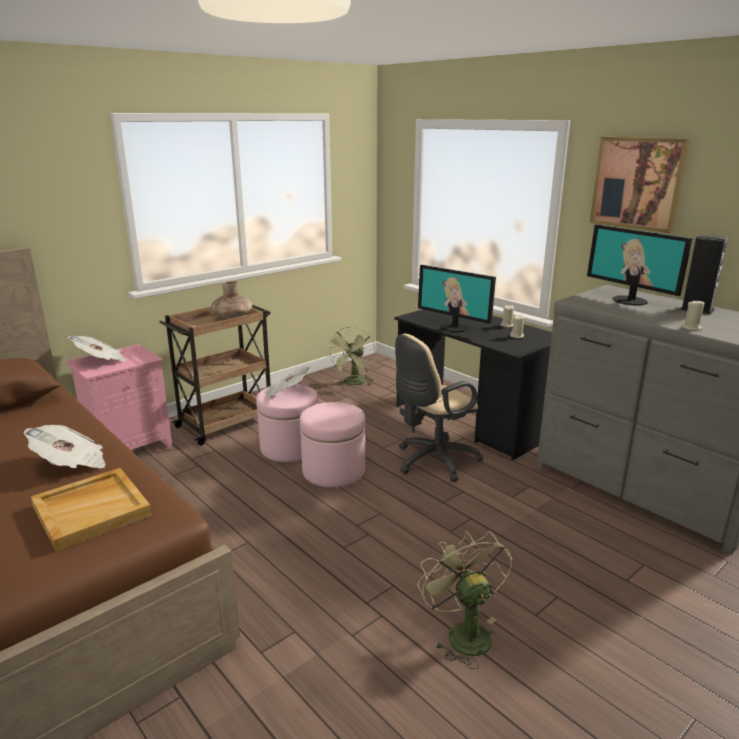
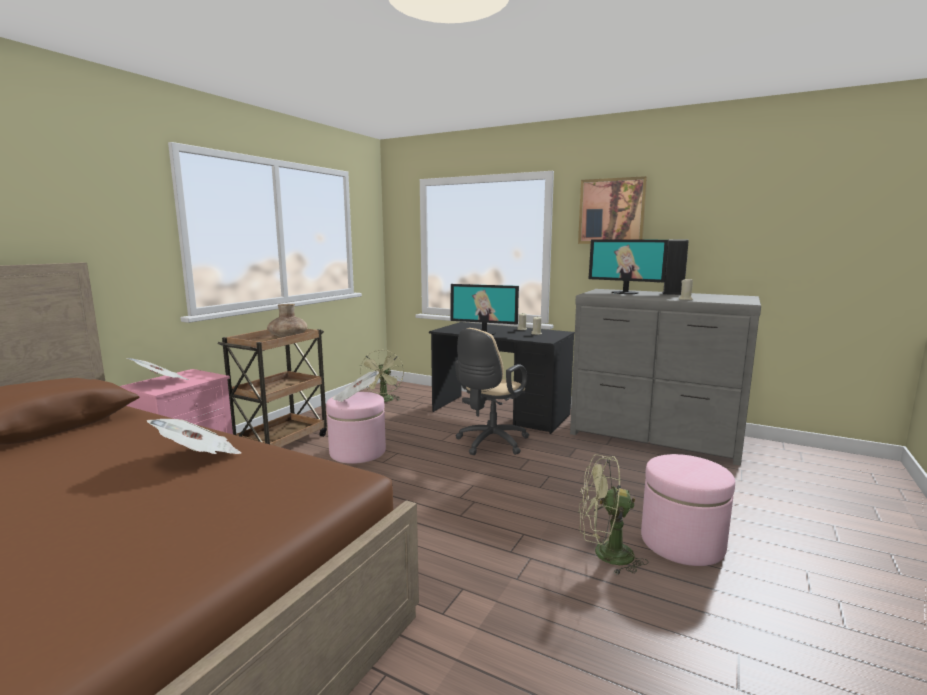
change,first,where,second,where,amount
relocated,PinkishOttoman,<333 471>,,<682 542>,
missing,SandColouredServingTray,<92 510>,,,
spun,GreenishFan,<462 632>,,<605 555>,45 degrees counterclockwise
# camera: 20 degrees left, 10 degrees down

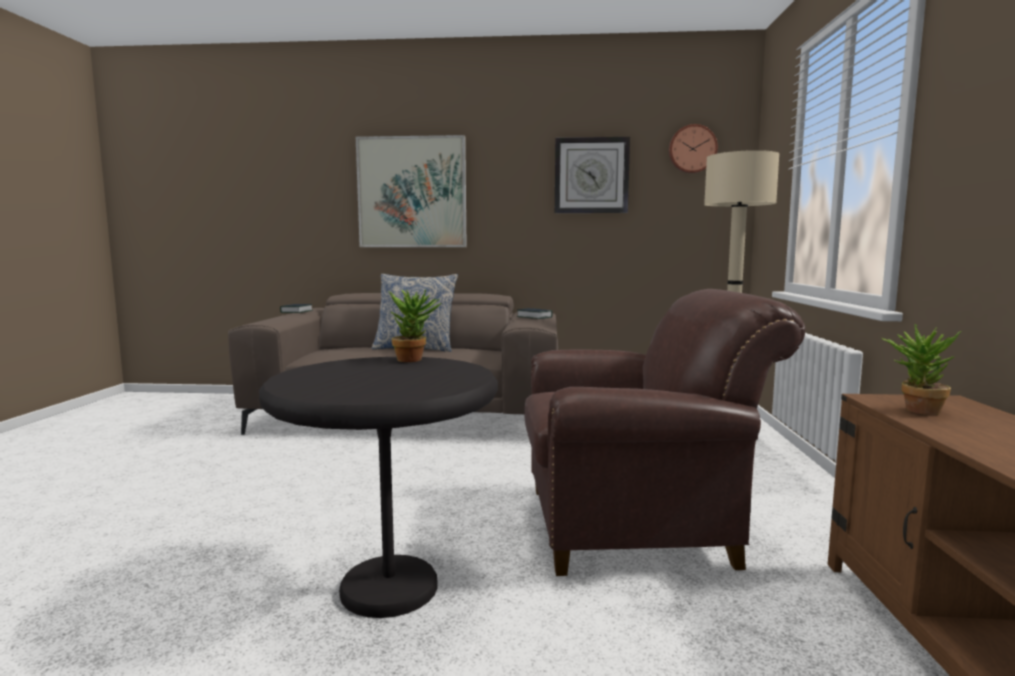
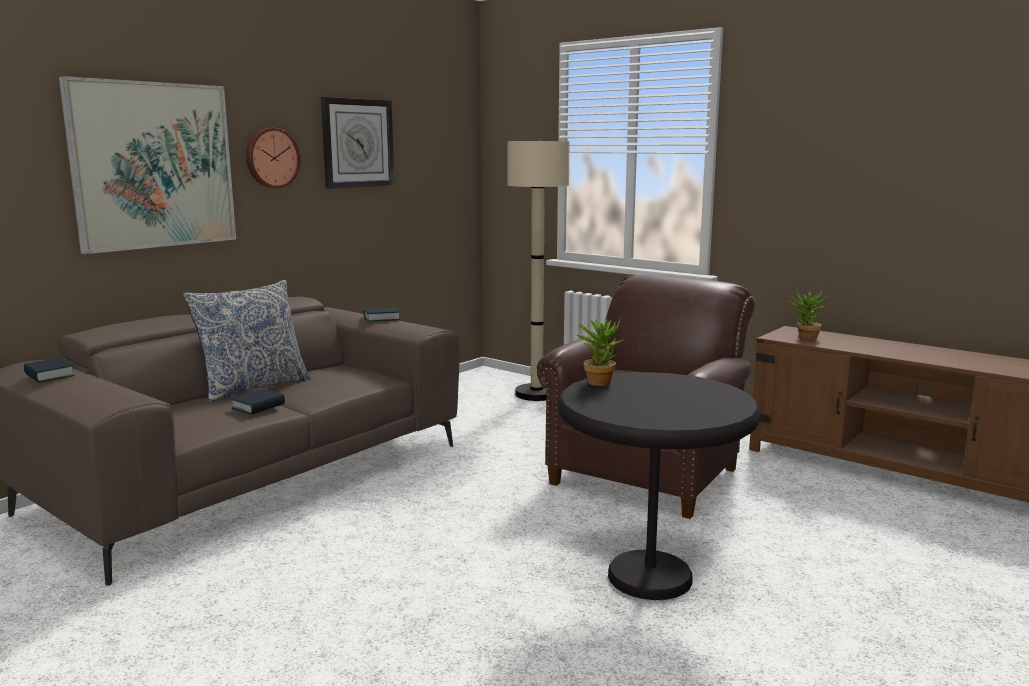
change,first,where,second,where,amount
relocated,ClockOnTheWall,<692 149>,,<271 158>,
appeared,,,Book,<258 406>,
# camera: 55 degrees left, 5 degrees up

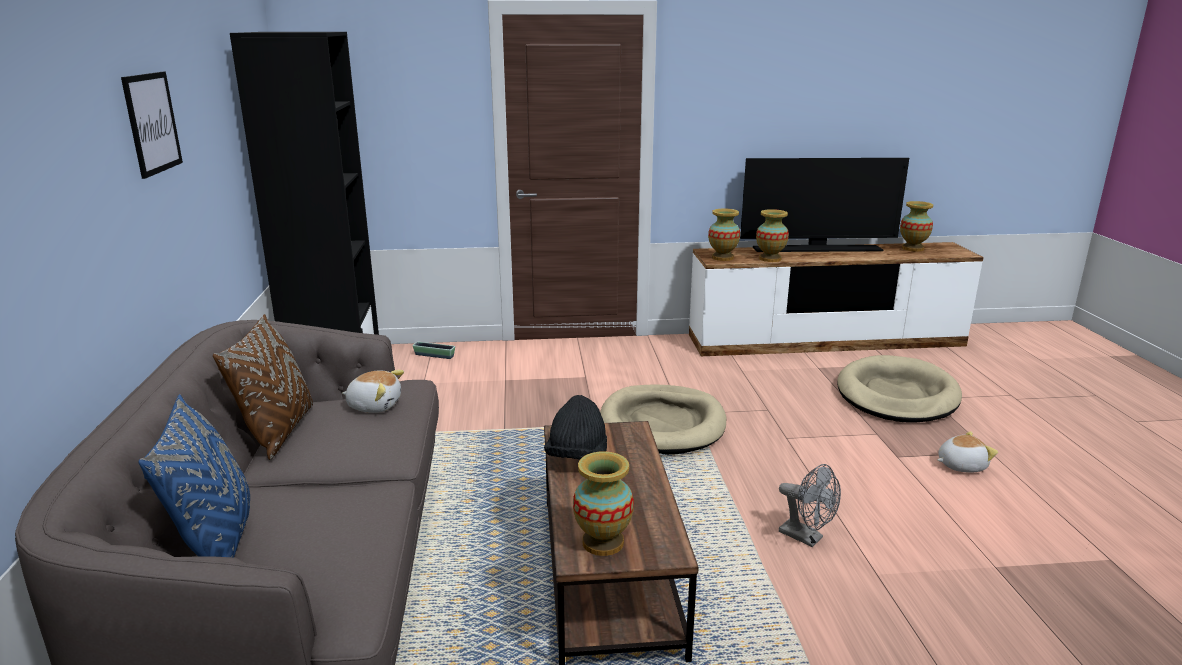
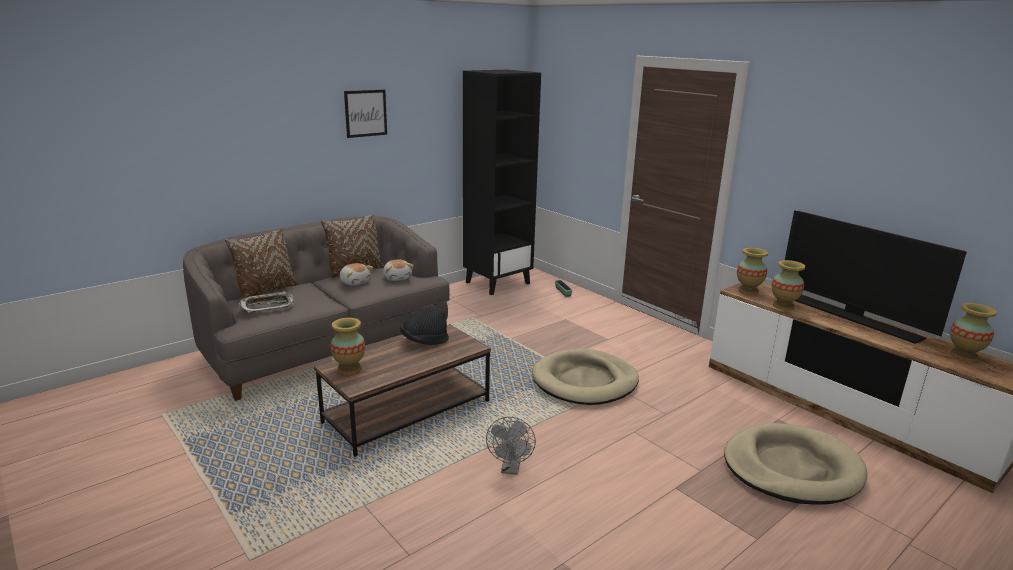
change,first,where,second,where,amount
colour,BluishPillow,<217 540>,BrownishPillow,<266 291>,
relocated,CuddlyToy,<960 465>,,<355 282>,
appeared,,,ServingTray,<267 306>,
# camera: 55 degrees right, 0 degrees up

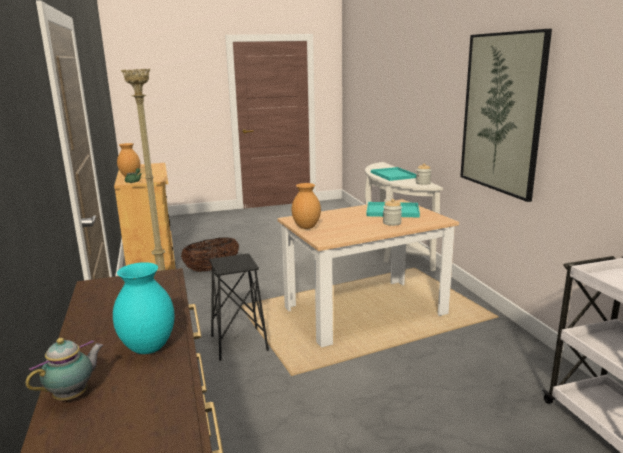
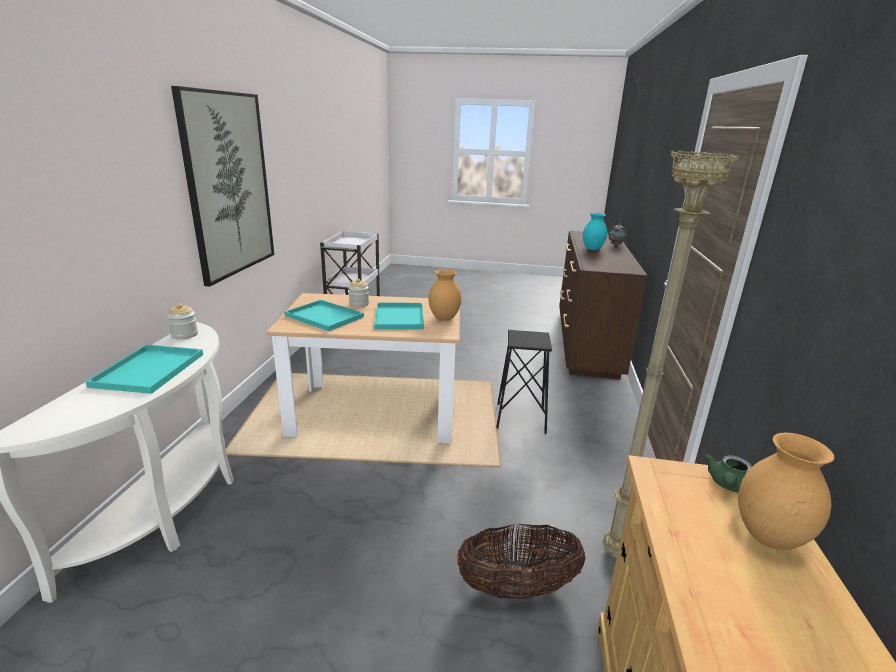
change,first,where,second,where,amount
appeared,,,TurquoiseColouredServingTray,<400 317>,
# camera: 155 degrees left, 5 degrees up

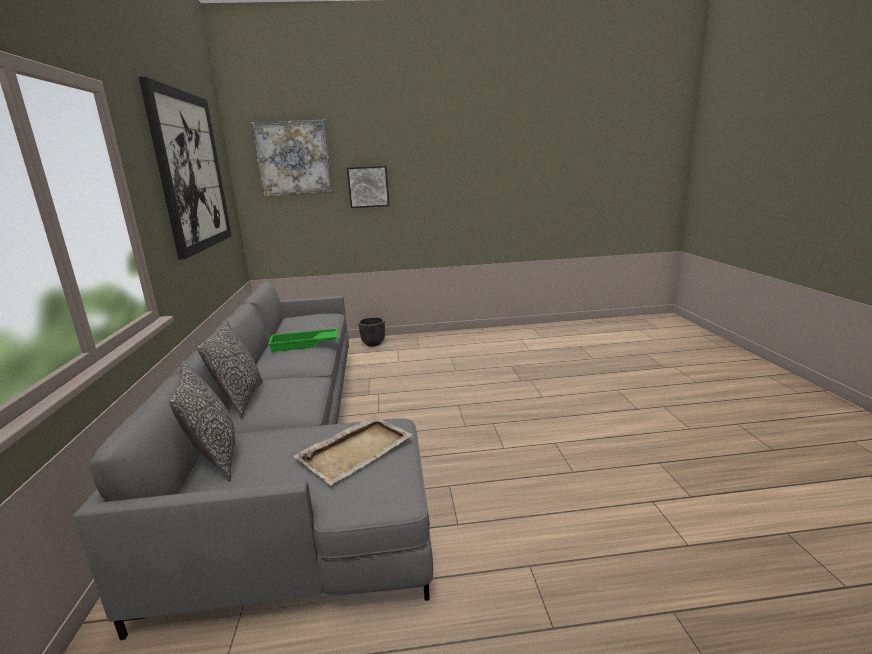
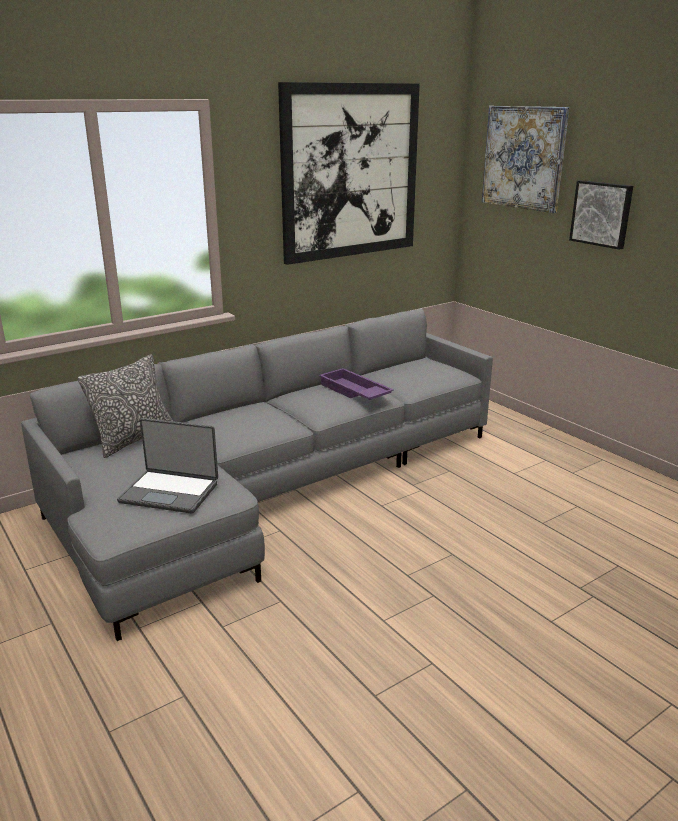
change,first,where,second,where,amount
missing,BlackishPlantPot,<373 343>,,,
missing,Pillow,<240 399>,,,
colour,GreenishServingTray,<304 344>,PurpleServingTray,<353 392>,
exchanged,SandColouredServingTray,<356 450>,Laptop,<170 492>,
# camera: 60 degrees right, 5 degrees up

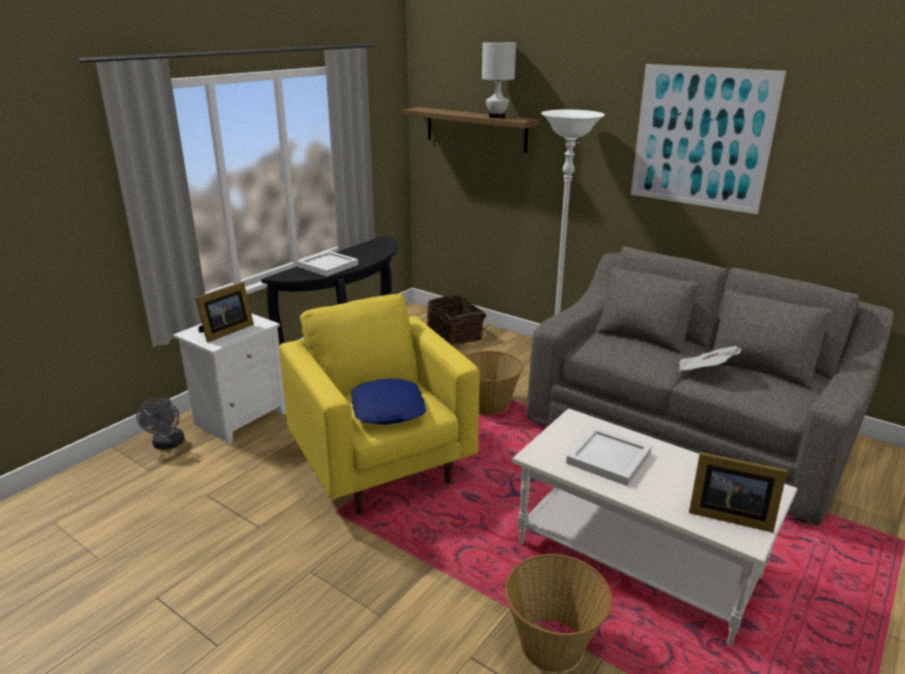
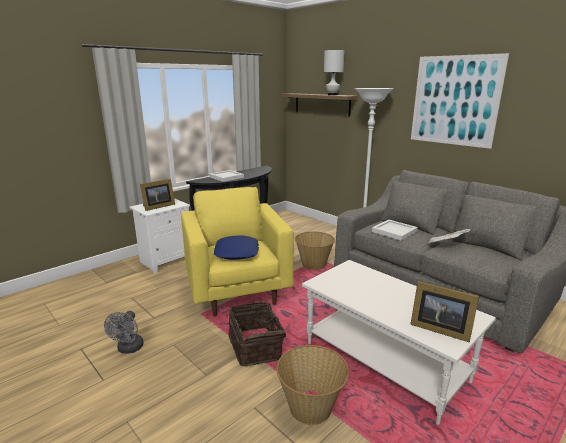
change,first,where,second,where,amount
relocated,HouseholdBasket,<455 334>,,<256 346>,
relocated,GreyishFan,<167 444>,,<129 349>,
relocated,WhiteColouredServingTray,<607 458>,,<393 231>,
# camera: 10 degrees right, 5 degrees down

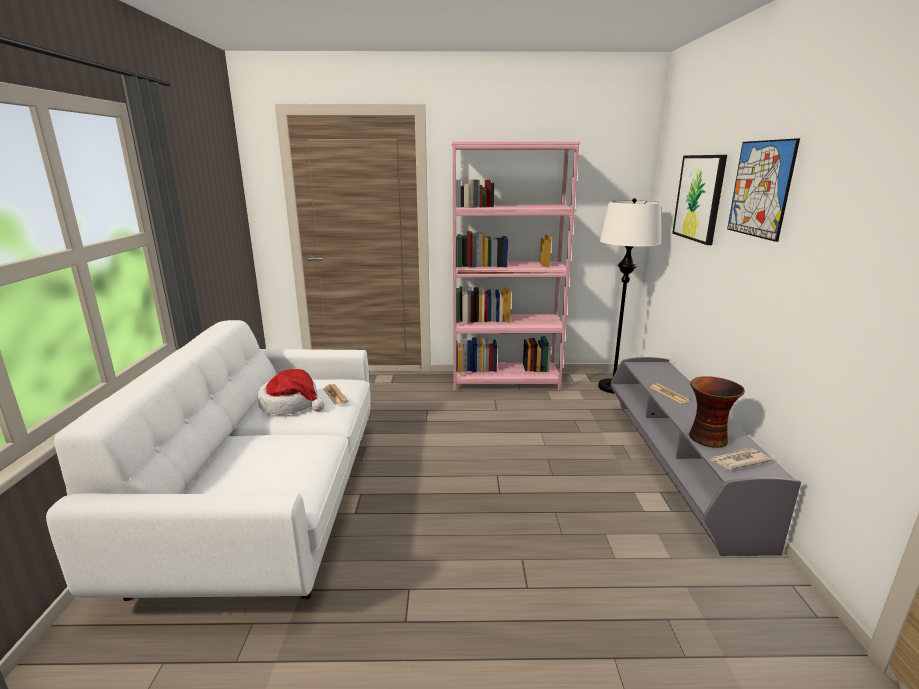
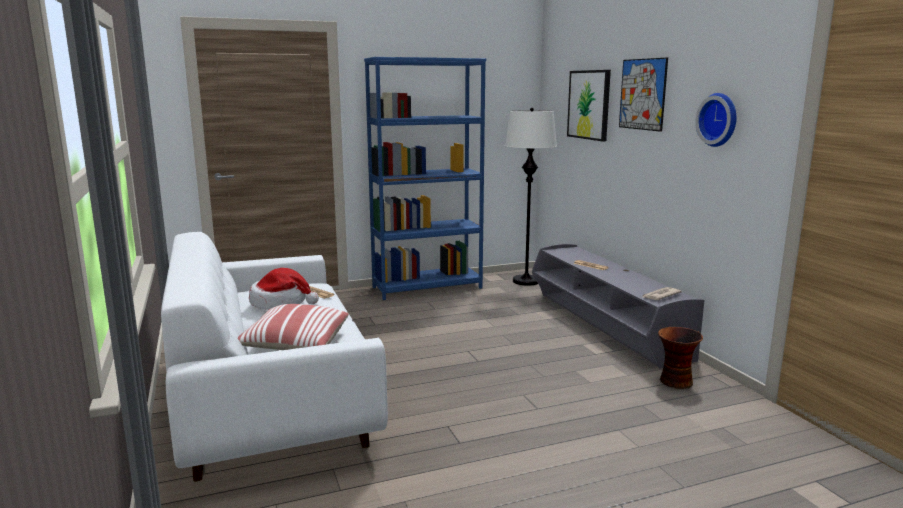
change,first,where,second,where,amount
colour,PinkishBookcase,<505 381>,BluishBookcase,<427 287>,
relocated,FlowerVase,<706 438>,,<675 382>,
appeared,,,ClockOnTheWall,<719 119>,
appeared,,,Pillow,<294 344>,
# camera: 20 degrees left, 5 degrees down

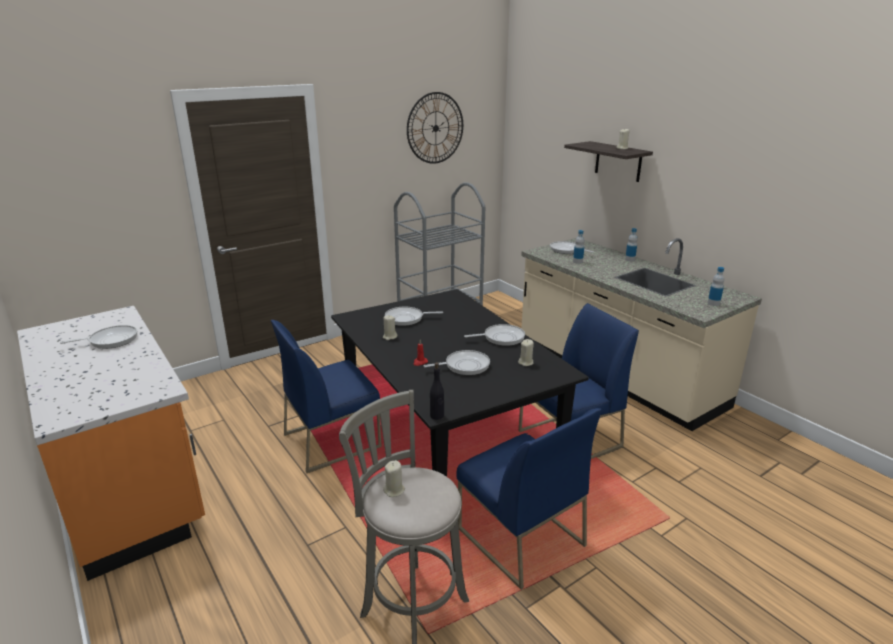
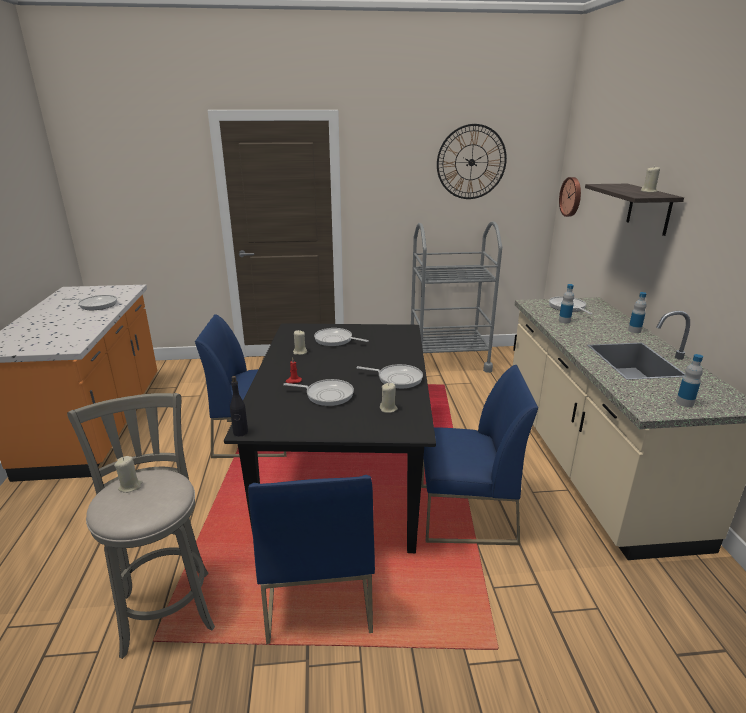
change,first,where,second,where,amount
appeared,,,ClockOnTheWall,<571 197>,
# camera: 30 degrees right, 0 degrees up

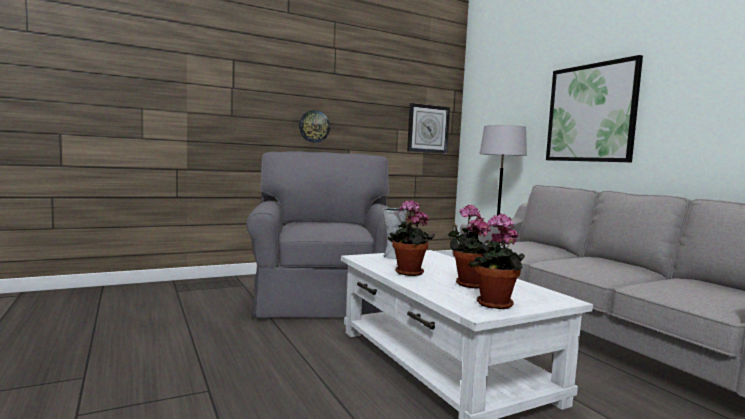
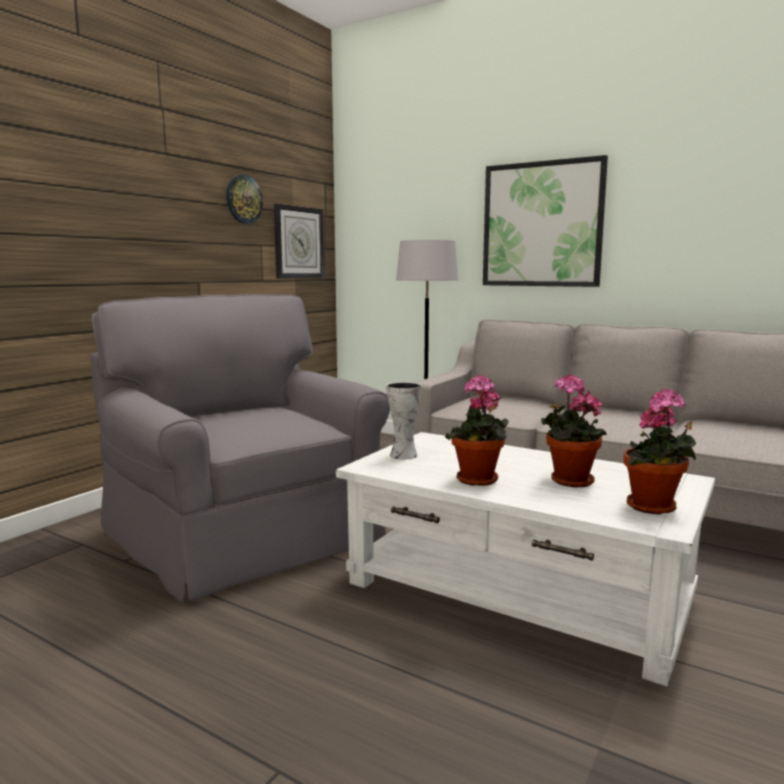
change,first,where,second,where,amount
relocated,ClockOnTheWall,<314 126>,,<243 199>,
# camera: 30 degrees left, 5 degrees up

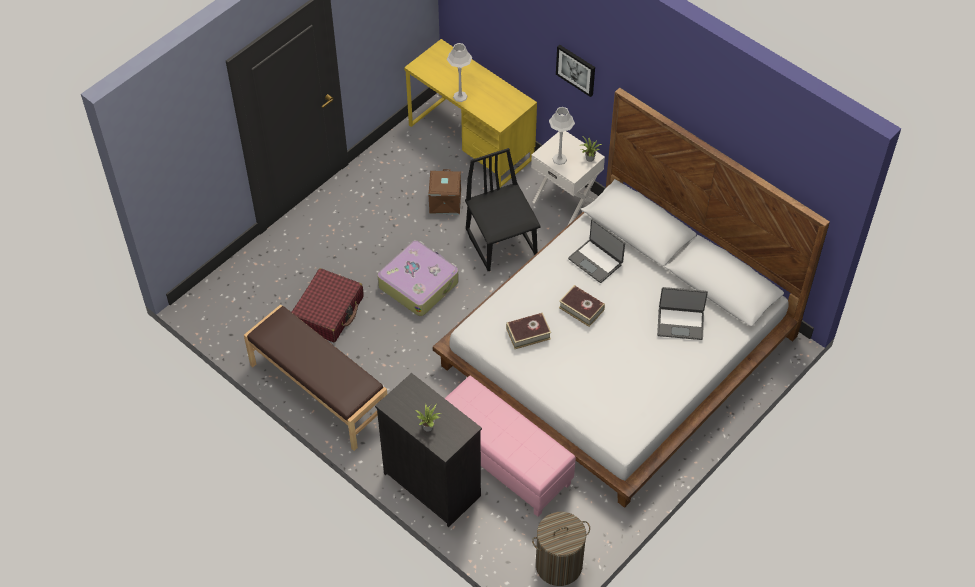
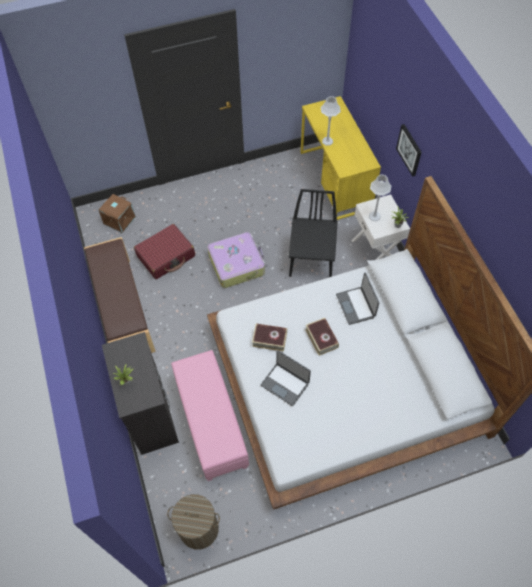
change,first,where,second,where,amount
relocated,BrownishStorageBox,<444 202>,,<119 220>,
relocated,Laptop,<680 323>,,<285 384>,
# camera: 30 degrees right, 5 degrees up

